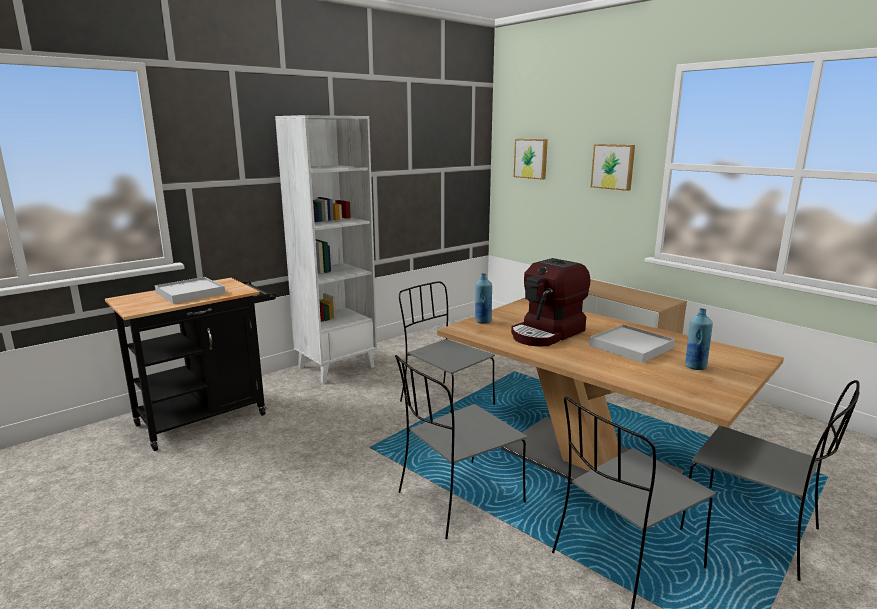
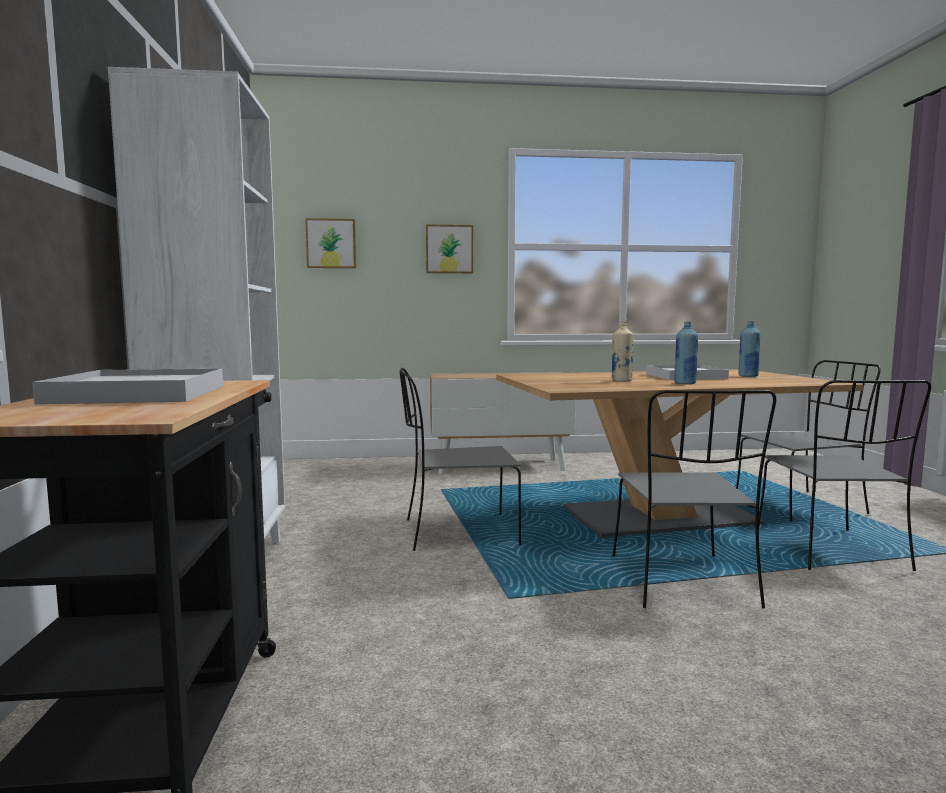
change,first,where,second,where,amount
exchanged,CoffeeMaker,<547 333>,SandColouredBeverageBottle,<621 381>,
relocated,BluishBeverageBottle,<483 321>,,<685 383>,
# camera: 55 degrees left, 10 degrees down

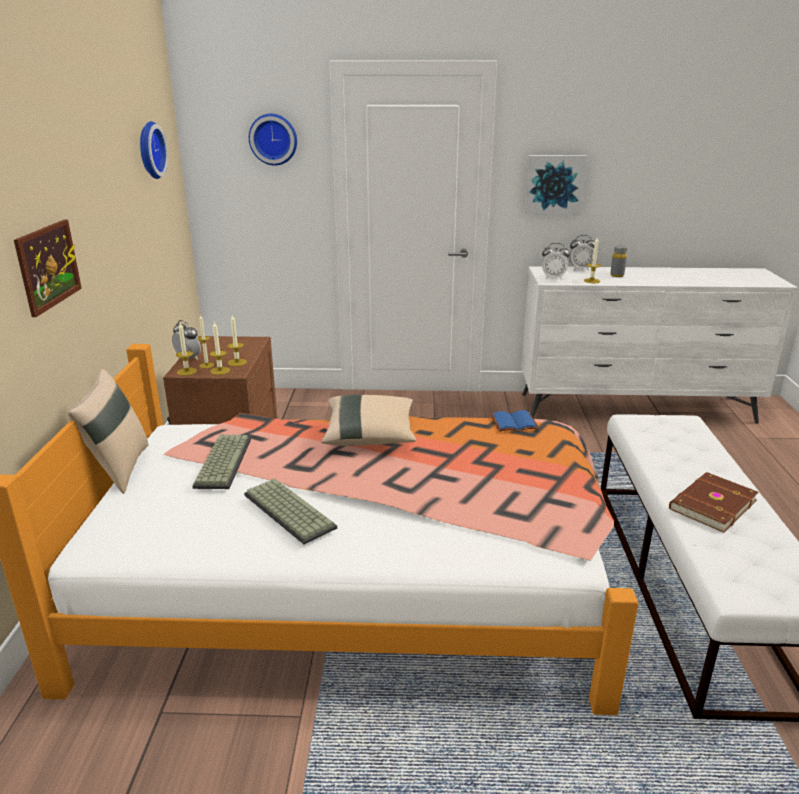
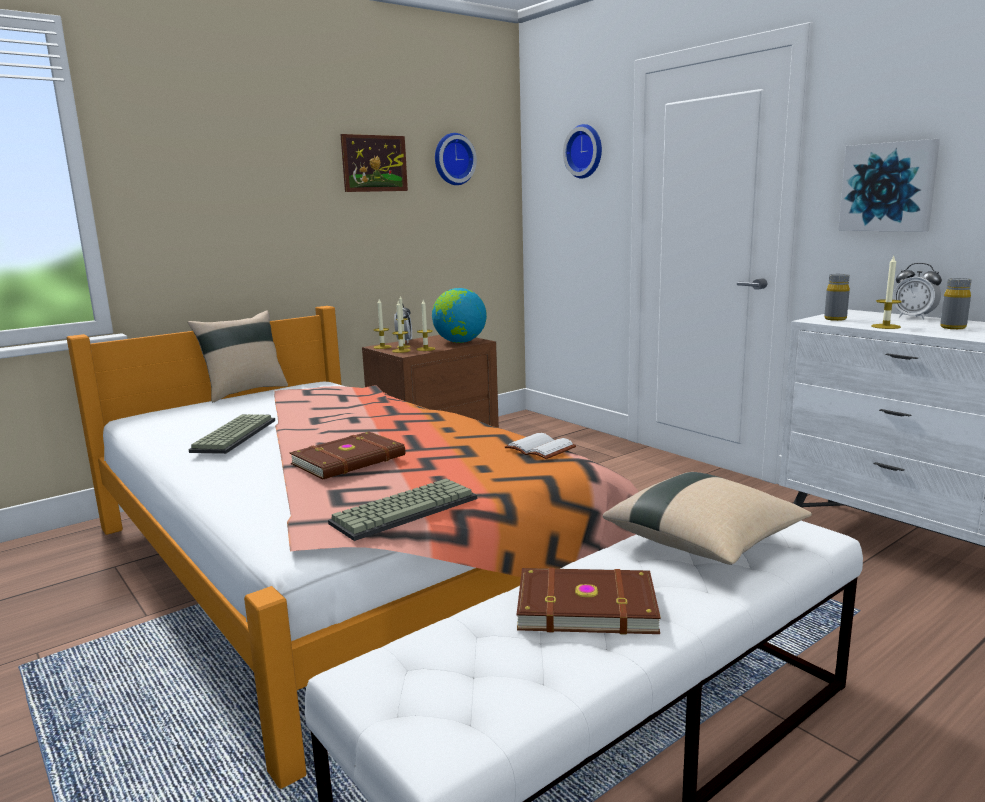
change,first,where,second,where,amount
relocated,Picture,<48 266>,,<374 163>,
exchanged,AlarmClock,<553 278>,GreyishBeverageBottle,<835 319>,
relocated,SandColouredPillow,<370 436>,,<705 543>,
colour,BluishBook,<514 424>,WhiteColouredBook,<538 449>,
relocated,ComputerKeyboard,<222 461>,,<405 509>,
appeared,,,Globe,<460 342>,
appeared,,,BrownishBook,<350 460>,
# camera: 50 degrees right, 10 degrees down

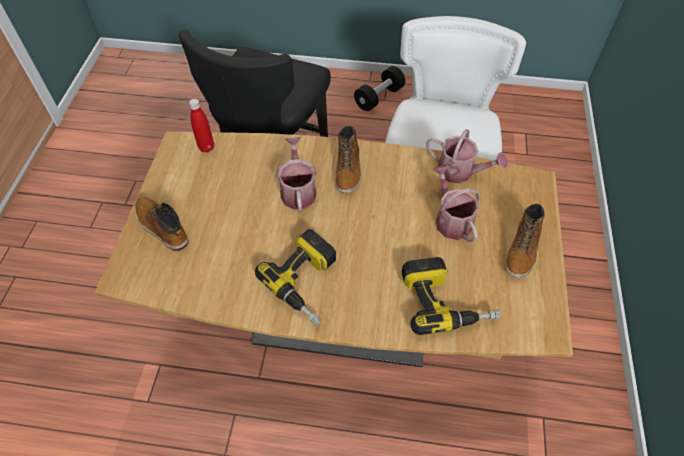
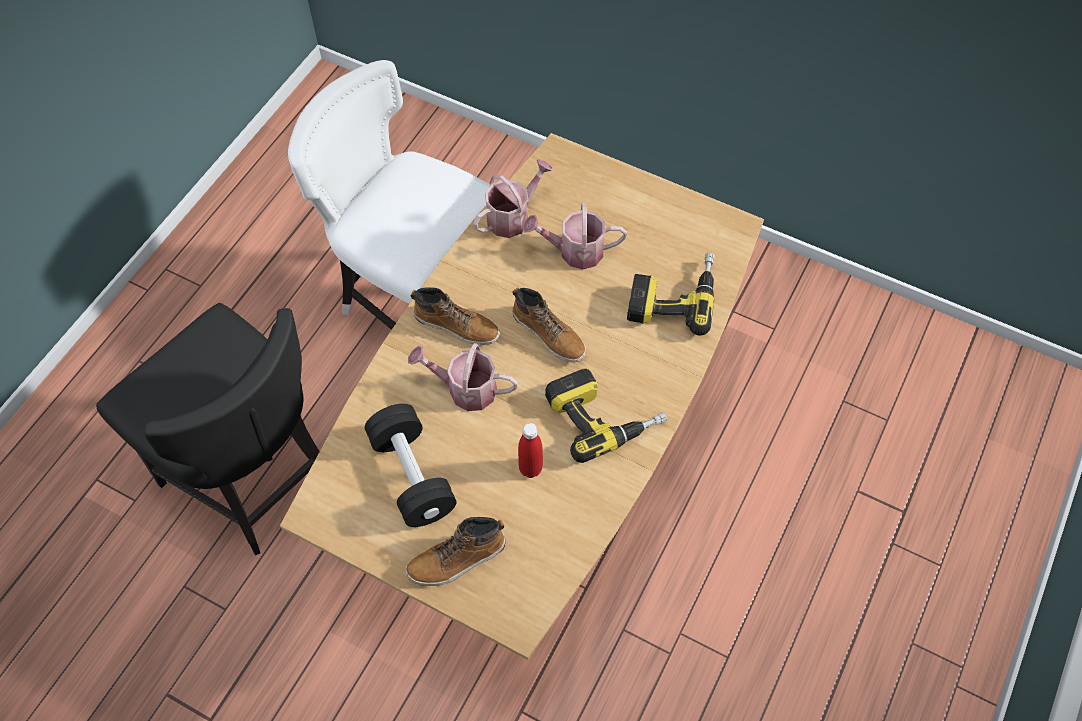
change,first,where,second,where,amount
relocated,BlackishDumbbell,<379 97>,,<412 476>,
relocated,ReddishBeverageBottle,<206 147>,,<530 468>,
relocated,Boot,<522 250>,,<549 334>,
# camera: 70 degrees left, 5 degrees up

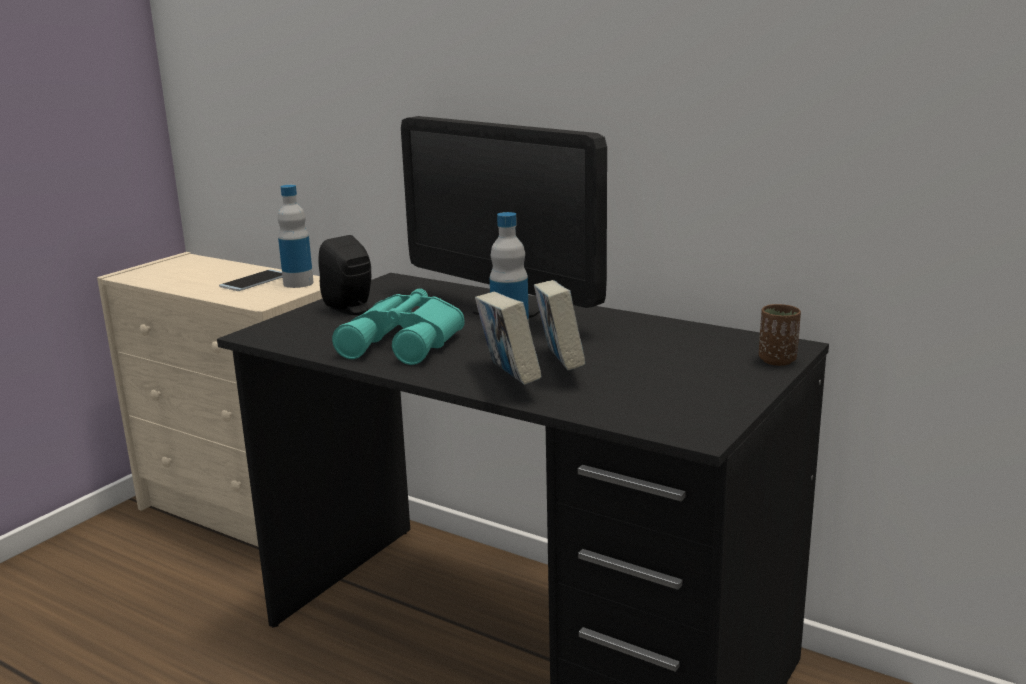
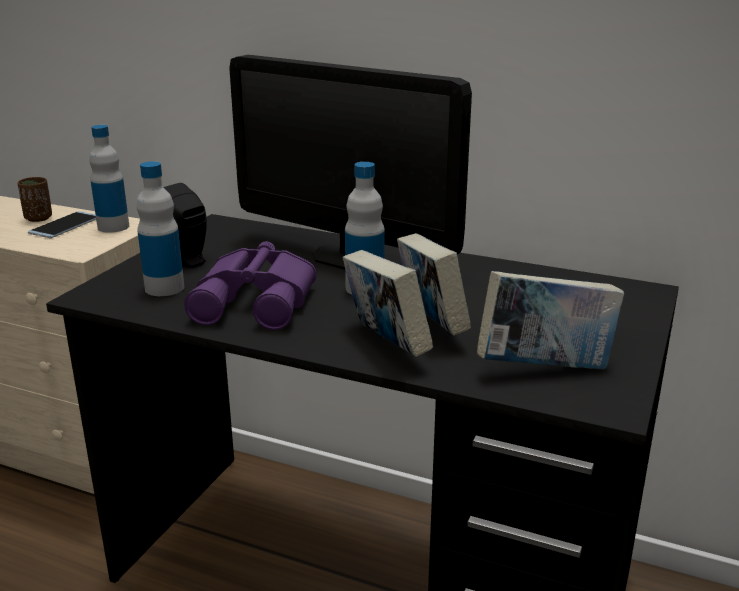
change,first,where,second,where,amount
colour,TurquoiseColouredFieldGlasses,<406 342>,PurpleFieldGlasses,<258 300>,
relocated,BrownishSmallCup,<777 360>,,<38 218>,
appeared,,,BeverageBottle,<164 288>,
appeared,,,Book,<544 368>,
# camera: 10 degrees left, 5 degrees up

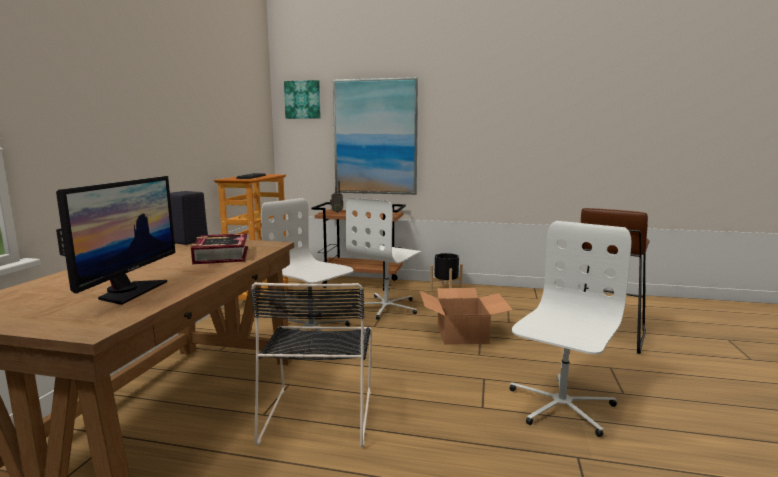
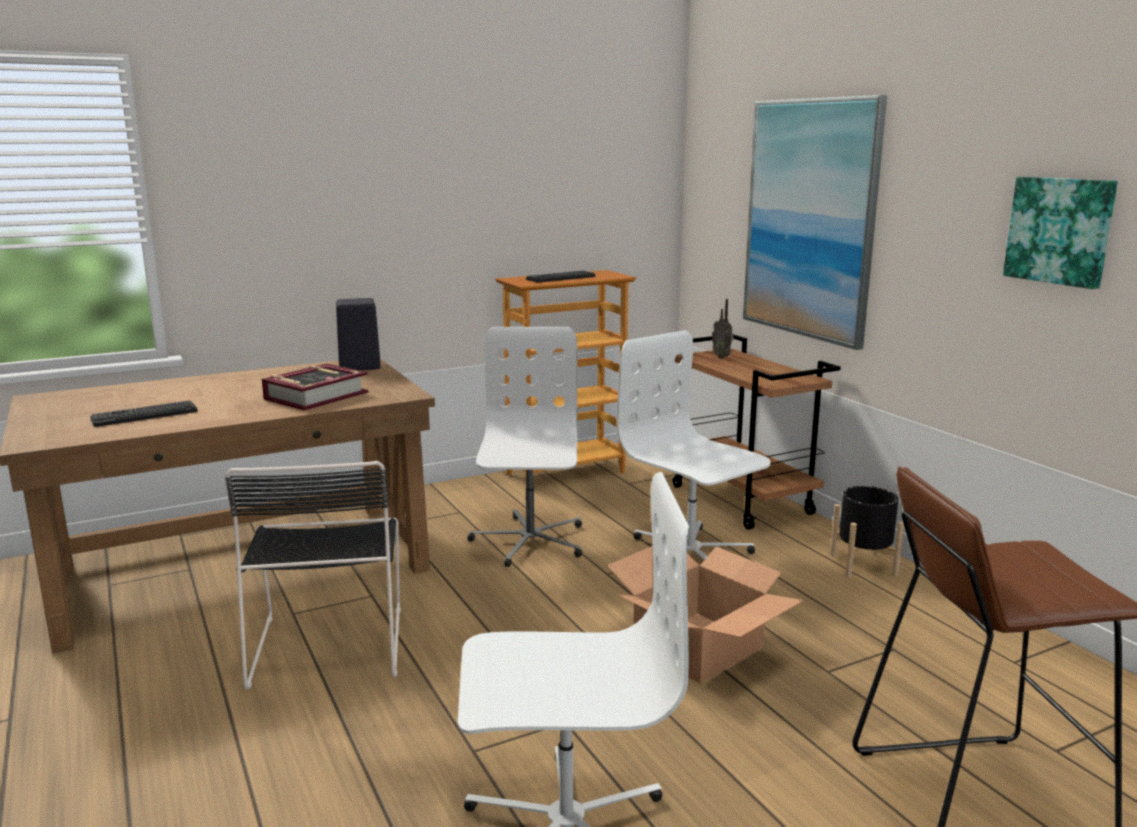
change,first,where,second,where,amount
relocated,Picture,<303 99>,,<1060 230>,
exchanged,ComputerScreen,<129 291>,ComputerKeyboard,<145 415>,
spun,WhiteColouredComputerChair,<387 307>,,<689 554>,60 degrees clockwise
spun,BlackishUprightChair,<319 413>,,<329 642>,60 degrees counterclockwise
# camera: 50 degrees right, 5 degrees up

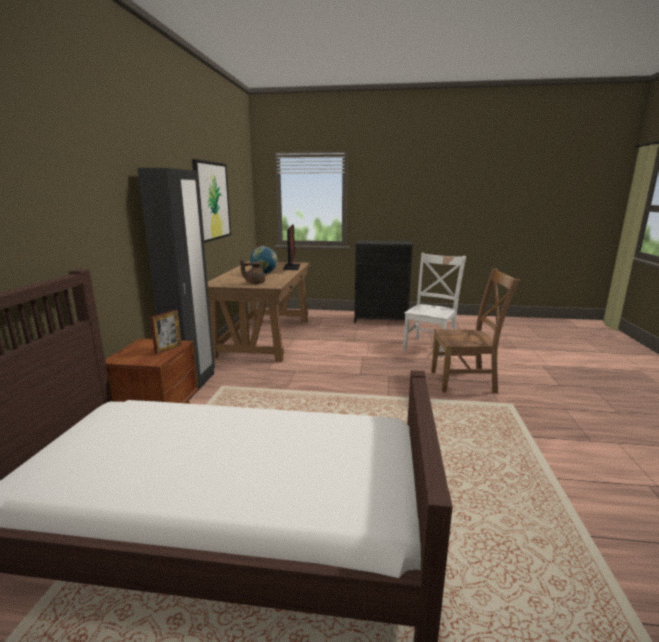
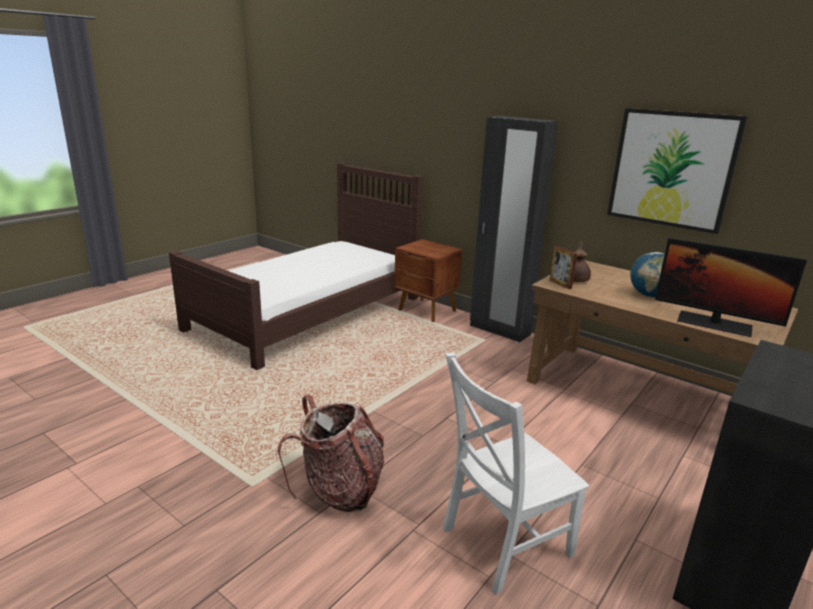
change,first,where,second,where,amount
spun,WhiteColouredUprightChair,<430 346>,,<502 543>,90 degrees clockwise
exchanged,BrownishUprightChair,<466 382>,Rucksack,<340 489>,
relocated,StandingFrame,<168 349>,,<560 284>,
# camera: 120 degrees right, 5 degrees up

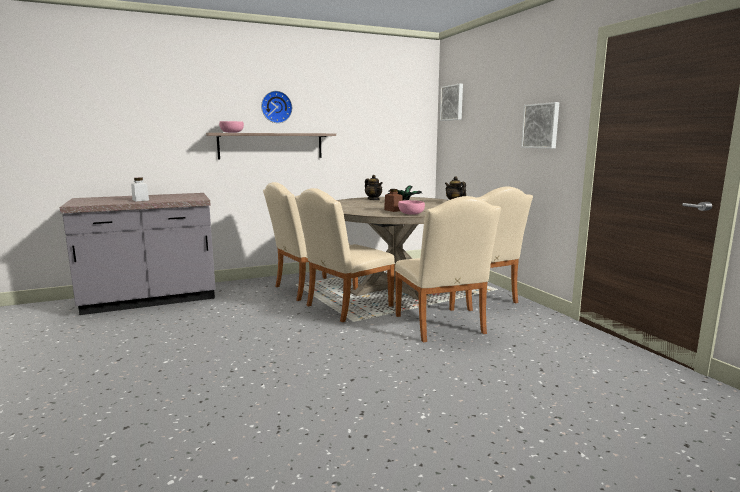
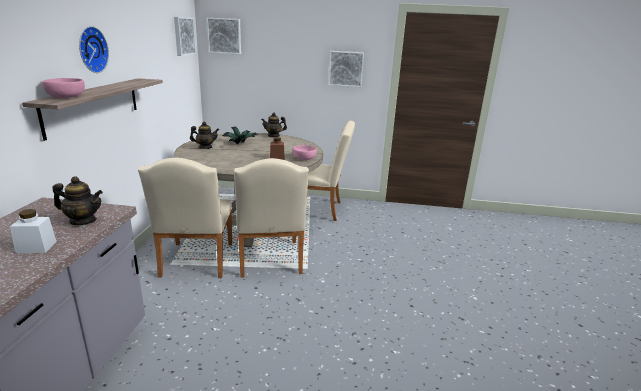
change,first,where,second,where,amount
missing,SandColouredUprightChair,<441 326>,,,
appeared,,,Picture,<183 36>,
appeared,,,PotForTea,<83 221>,
# camera: 60 degrees left, 10 degrees up

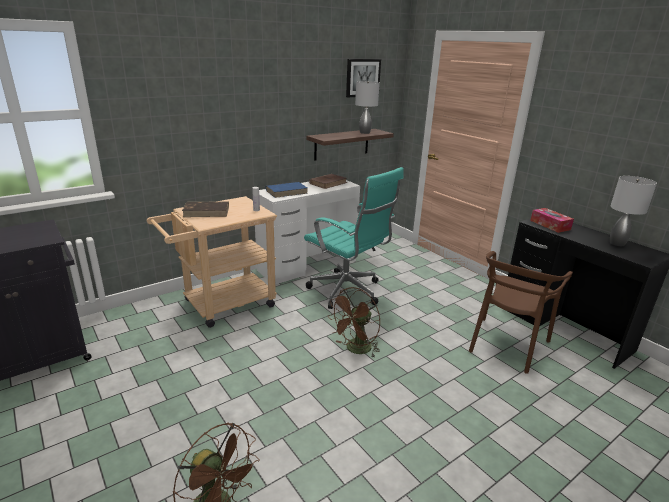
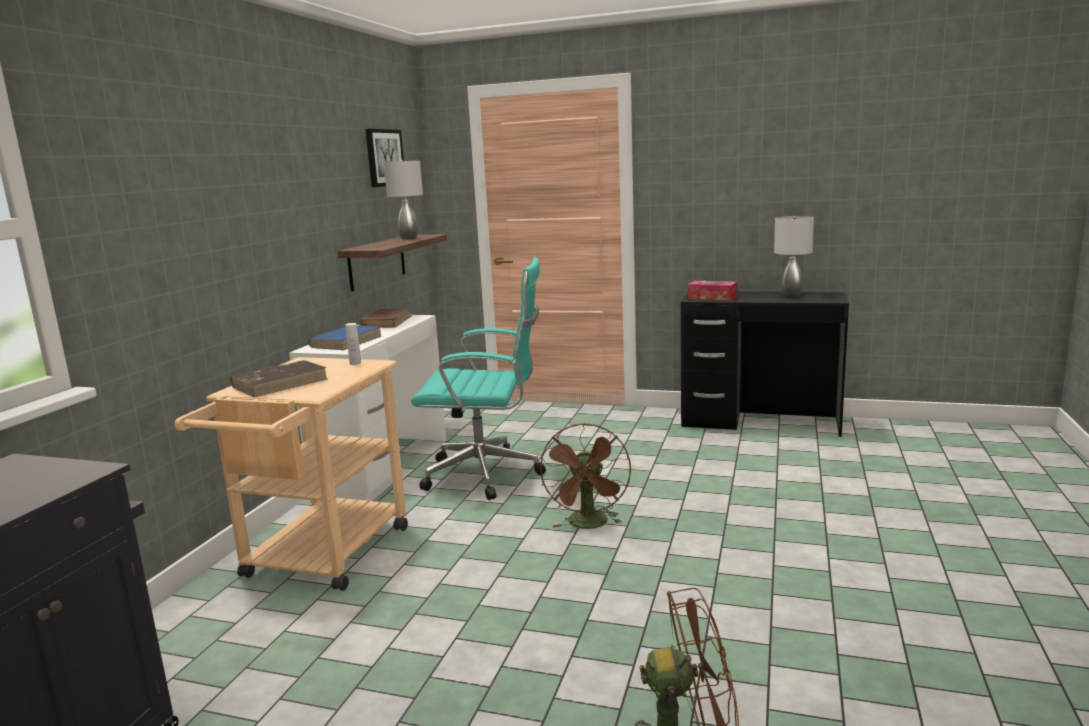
change,first,where,second,where,amount
missing,BrownishUprightChair,<506 344>,,,
# camera: 35 degrees left, 10 degrees down

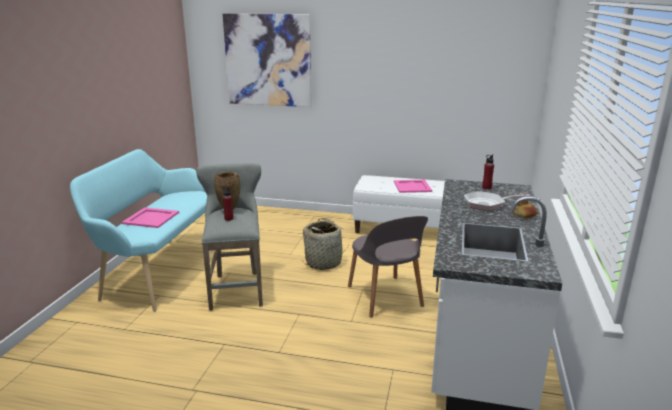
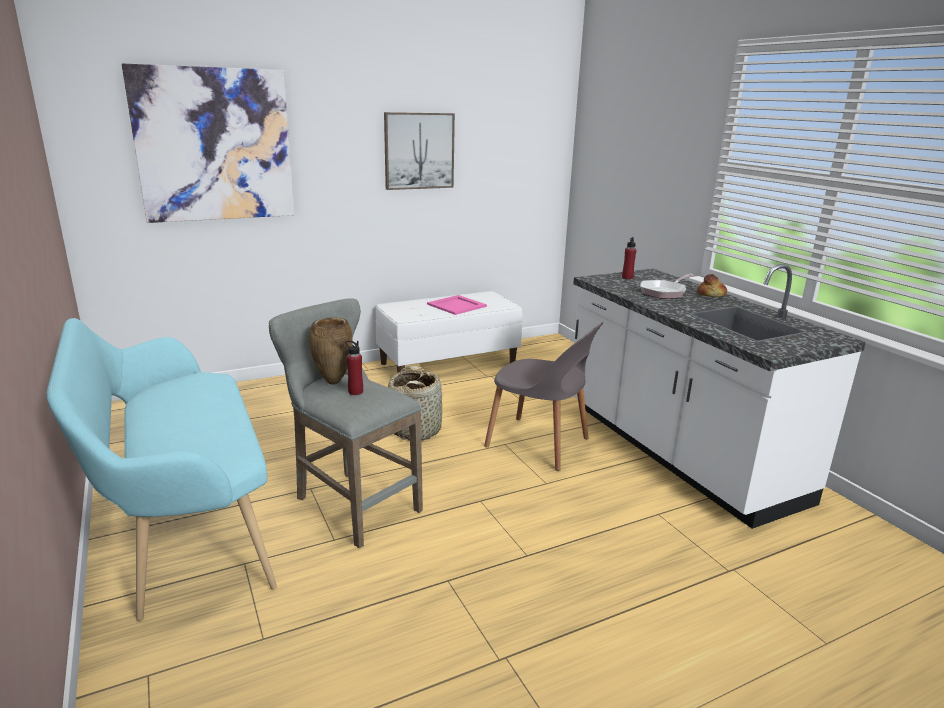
change,first,where,second,where,amount
missing,PinkishServingTray,<151 218>,,,
appeared,,,Picture,<419 151>,
# camera: 40 degrees left, 0 degrees up

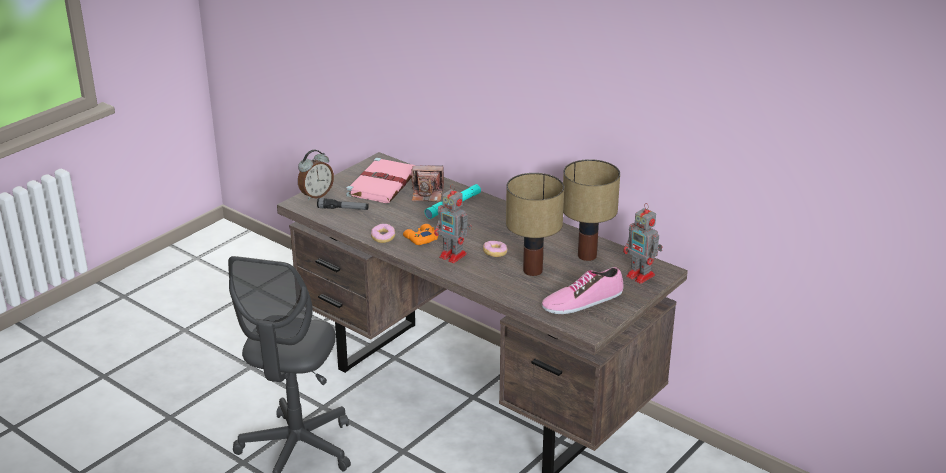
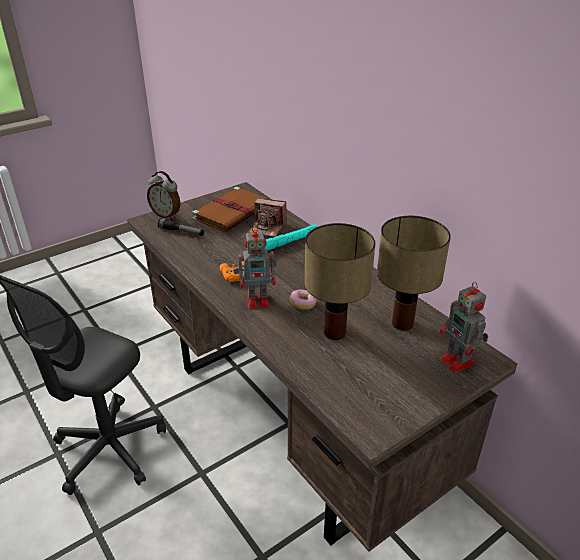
change,first,where,second,where,amount
spun,AlarmClock,<316 195>,,<166 215>,60 degrees clockwise
colour,PinkishBook,<383 183>,BrownishBook,<232 211>,
spun,ToyRobot,<454 256>,,<259 300>,60 degrees counterclockwise
missing,Doughnut,<383 238>,,,
missing,LowShoe,<582 301>,,,
# camera: 15 degrees right, 5 degrees up

